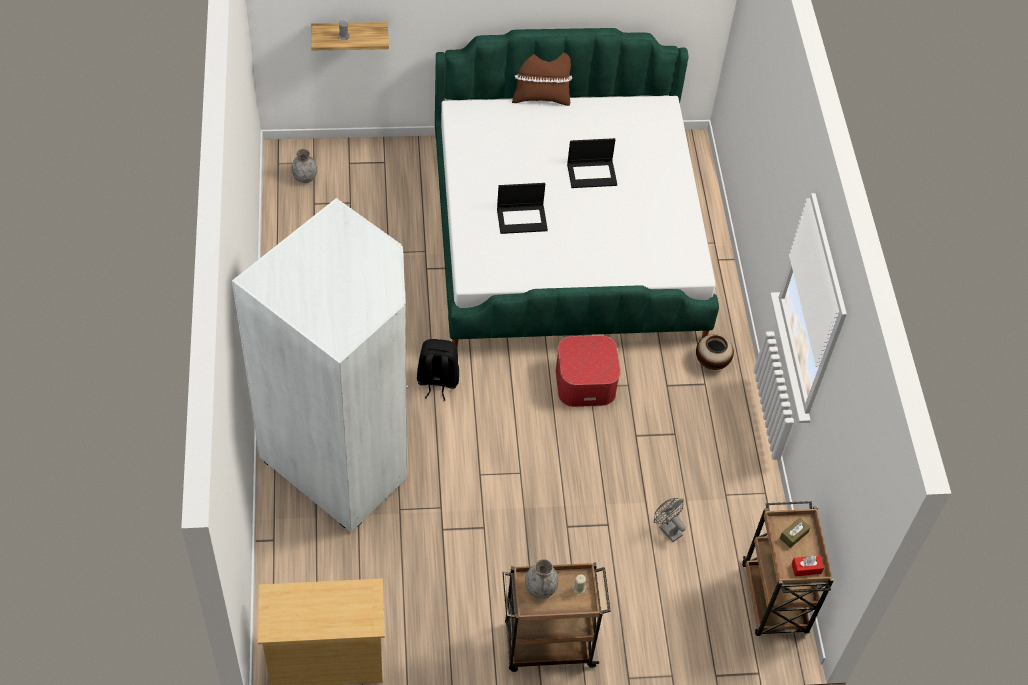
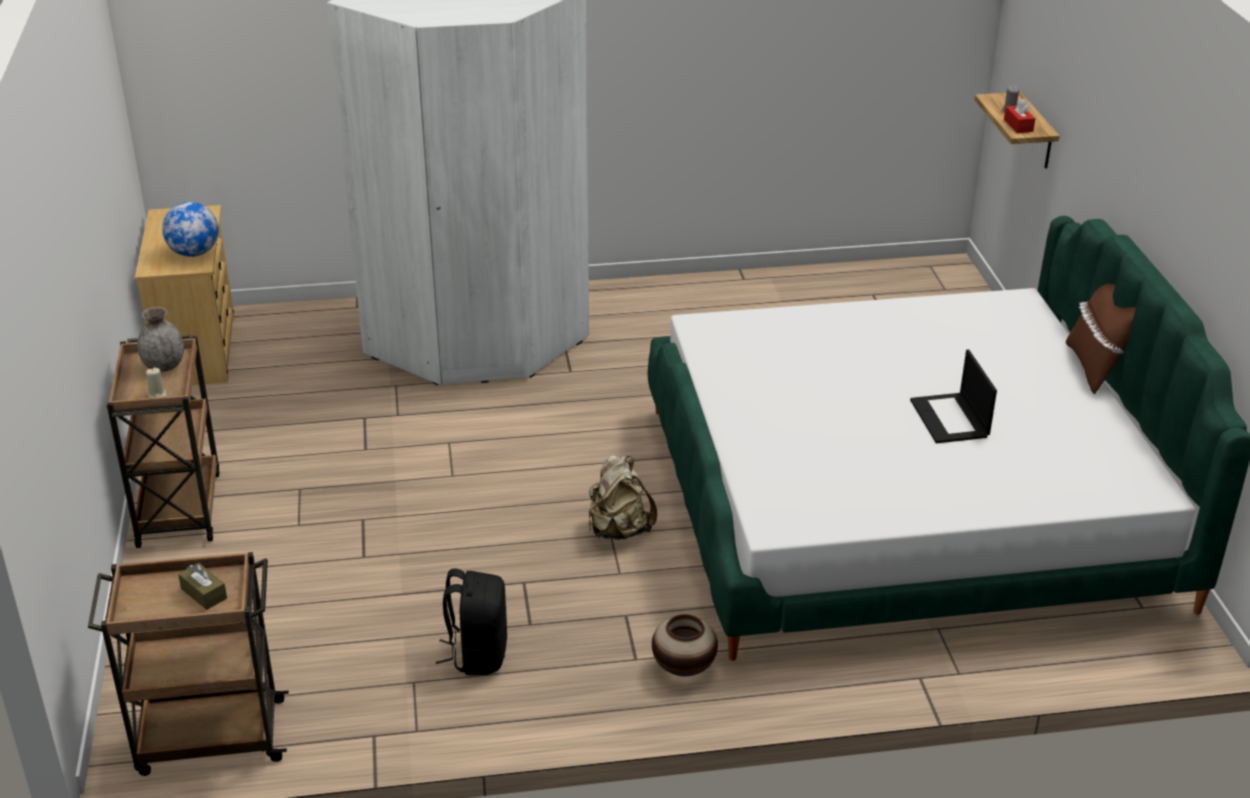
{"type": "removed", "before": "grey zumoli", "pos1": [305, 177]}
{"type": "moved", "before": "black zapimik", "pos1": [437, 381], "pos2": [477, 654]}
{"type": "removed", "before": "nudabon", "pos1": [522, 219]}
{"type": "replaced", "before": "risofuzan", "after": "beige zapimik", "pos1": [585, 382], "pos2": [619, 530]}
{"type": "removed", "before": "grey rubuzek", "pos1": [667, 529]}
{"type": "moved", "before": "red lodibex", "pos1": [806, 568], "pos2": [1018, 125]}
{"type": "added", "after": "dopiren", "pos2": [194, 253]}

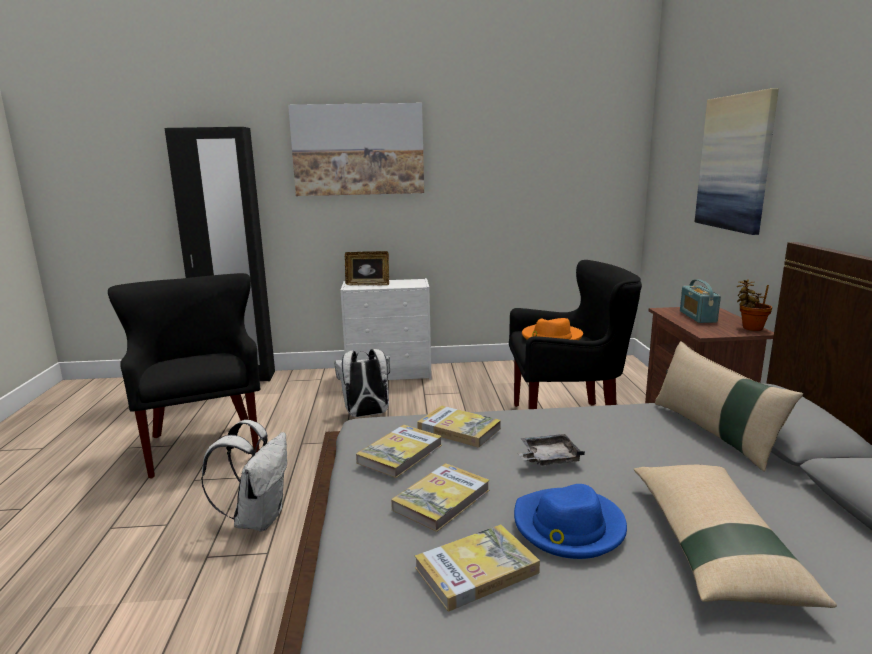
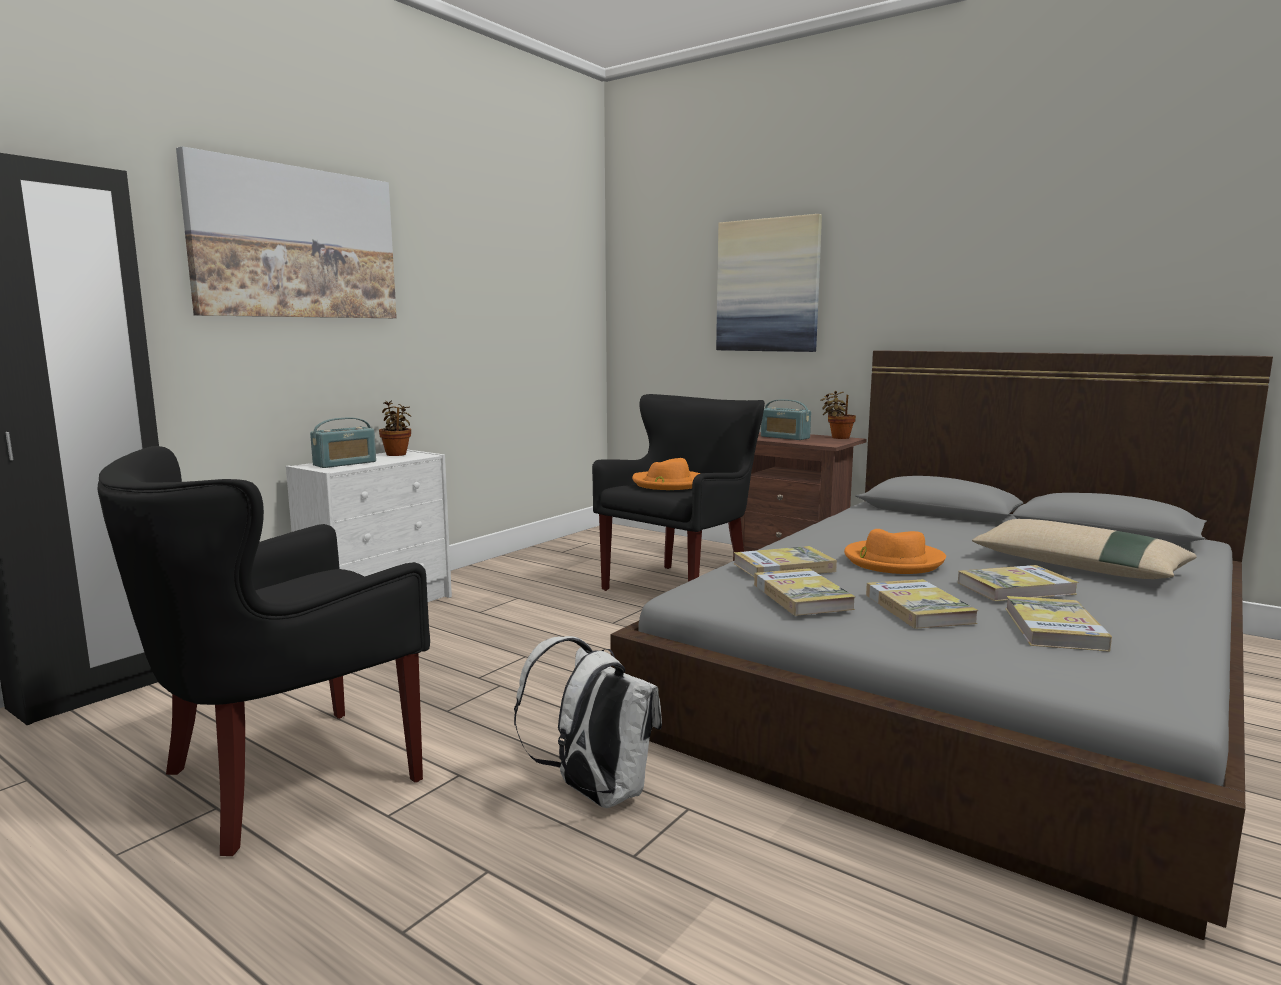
{"type": "turned", "before": "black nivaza", "pos1": [205, 444], "pos2": [284, 778], "turn": -60}
{"type": "removed", "before": "white zapimik", "pos1": [366, 415]}
{"type": "replaced", "before": "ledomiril", "after": "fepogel", "pos1": [368, 284], "pos2": [345, 463]}
{"type": "replaced", "before": "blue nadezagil", "after": "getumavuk", "pos1": [568, 527], "pos2": [1015, 588]}
{"type": "replaced", "before": "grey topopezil", "after": "orange nadezagil", "pos1": [548, 458], "pos2": [892, 561]}
{"type": "removed", "before": "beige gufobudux", "pos1": [714, 433]}
{"type": "added", "after": "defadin", "pos2": [397, 454]}

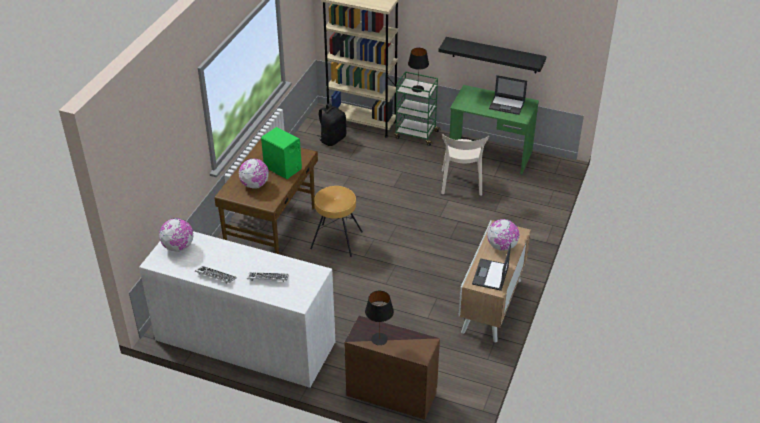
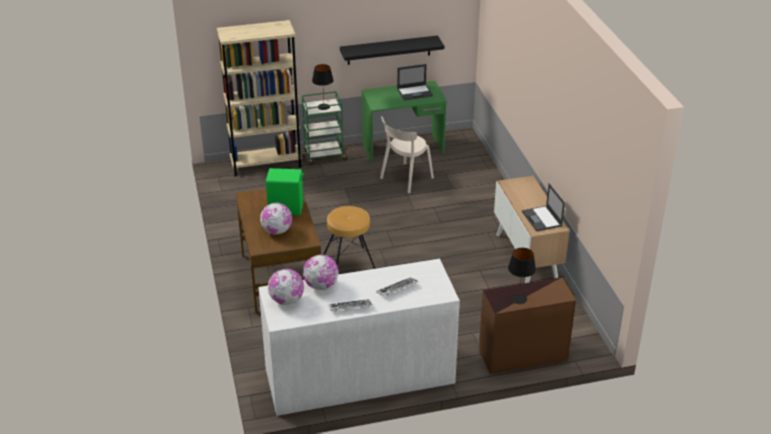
{"type": "removed", "before": "black zapimik", "pos1": [332, 139]}
{"type": "turned", "before": "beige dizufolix", "pos1": [461, 184], "pos2": [405, 179], "turn": 75}
{"type": "moved", "before": "dopiren", "pos1": [502, 246], "pos2": [321, 286]}

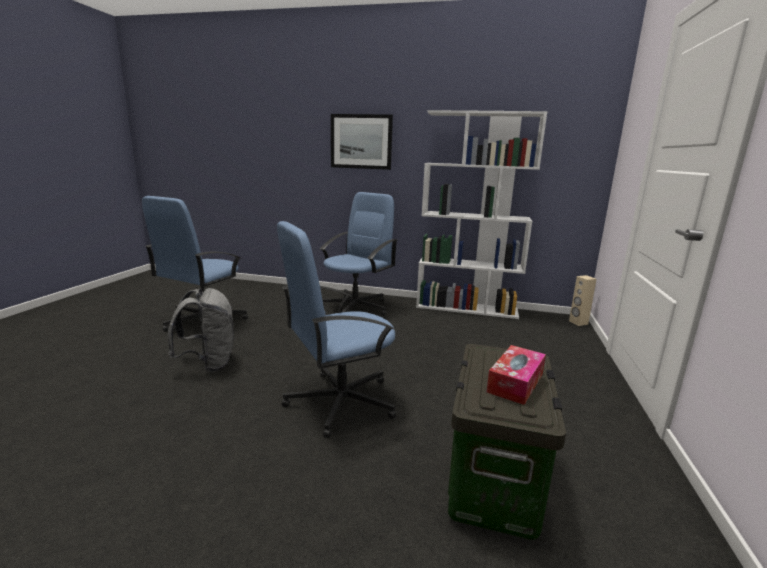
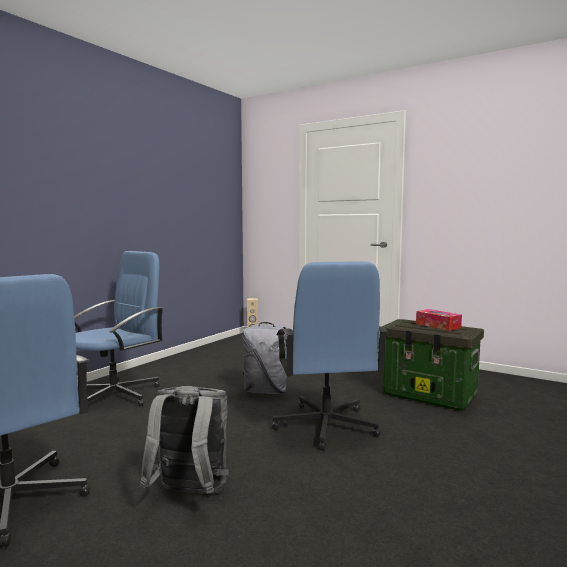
{"type": "turned", "before": "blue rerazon", "pos1": [356, 307], "pos2": [116, 395], "turn": 75}
{"type": "removed", "before": "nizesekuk", "pos1": [361, 141]}
{"type": "removed", "before": "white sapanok", "pos1": [467, 308]}
{"type": "added", "after": "grey zapimik", "pos2": [266, 391]}

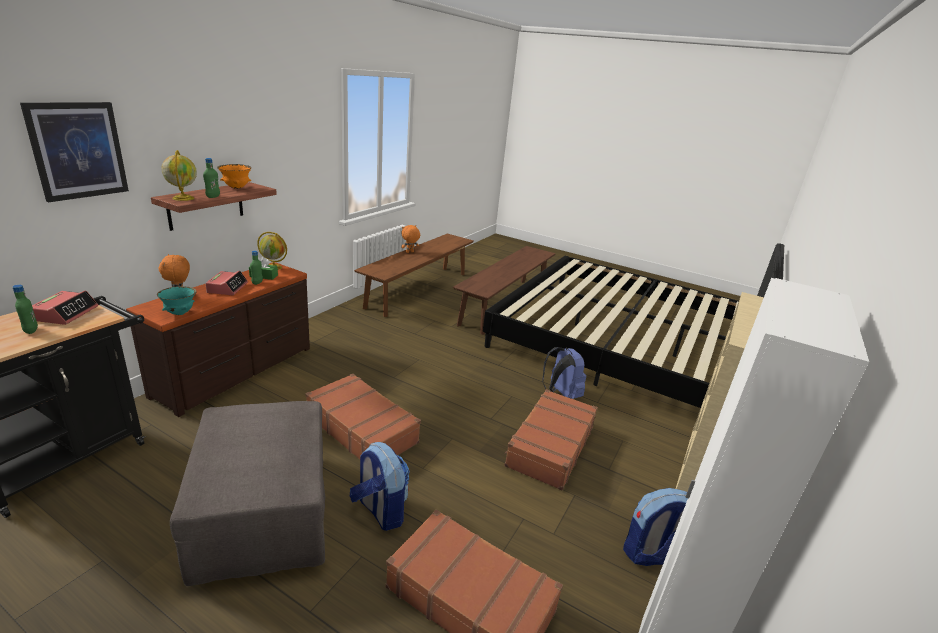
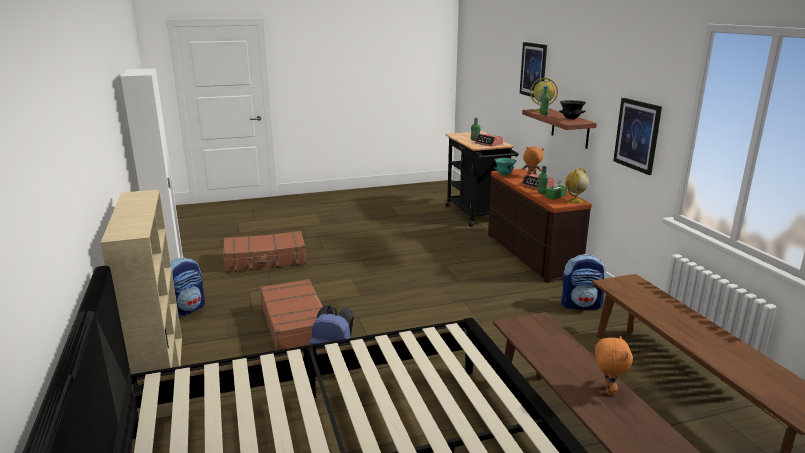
{"type": "removed", "before": "grey risofuzan", "pos1": [265, 513]}
{"type": "recoloured", "before": "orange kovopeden", "after": "black kovopeden", "pos1": [236, 188], "pos2": [571, 119]}
{"type": "removed", "before": "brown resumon", "pos1": [362, 429]}
{"type": "moved", "before": "zapimik", "pos1": [380, 511], "pos2": [581, 305]}
{"type": "moved", "before": "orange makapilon", "pos1": [409, 252], "pos2": [607, 390]}
{"type": "added", "after": "nizesekuk", "pos2": [637, 135]}

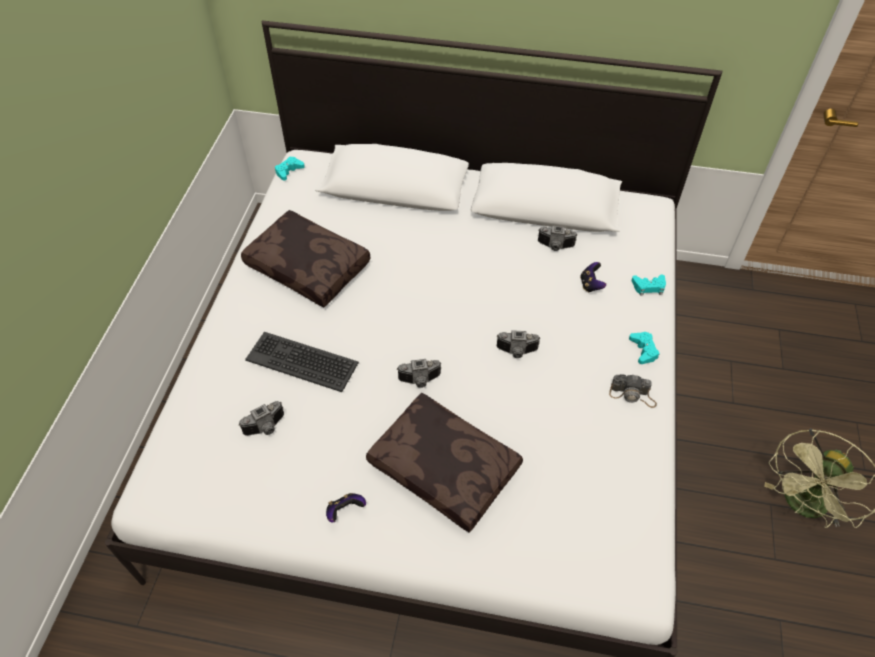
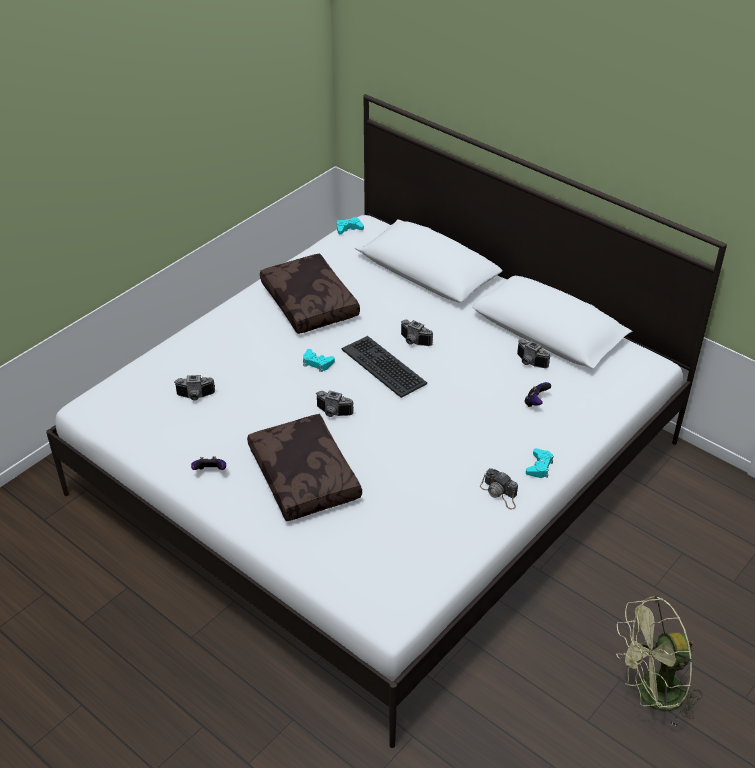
{"type": "moved", "before": "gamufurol", "pos1": [302, 361], "pos2": [384, 366]}
{"type": "moved", "before": "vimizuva", "pos1": [517, 352], "pos2": [413, 342]}
{"type": "moved", "before": "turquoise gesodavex", "pos1": [648, 287], "pos2": [317, 363]}

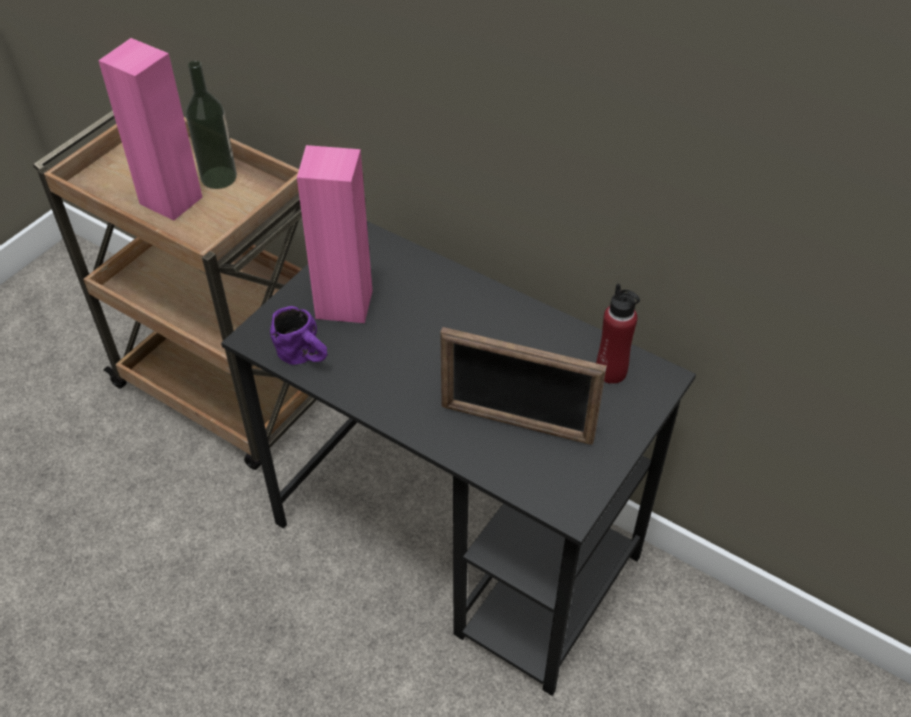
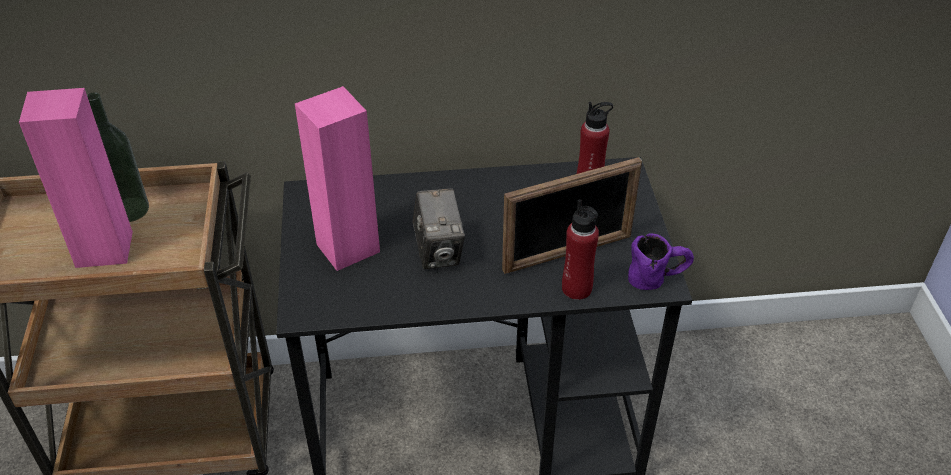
{"type": "moved", "before": "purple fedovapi", "pos1": [305, 357], "pos2": [658, 278]}
{"type": "added", "after": "vimizuva", "pos2": [439, 251]}
{"type": "added", "after": "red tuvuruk", "pos2": [577, 288]}

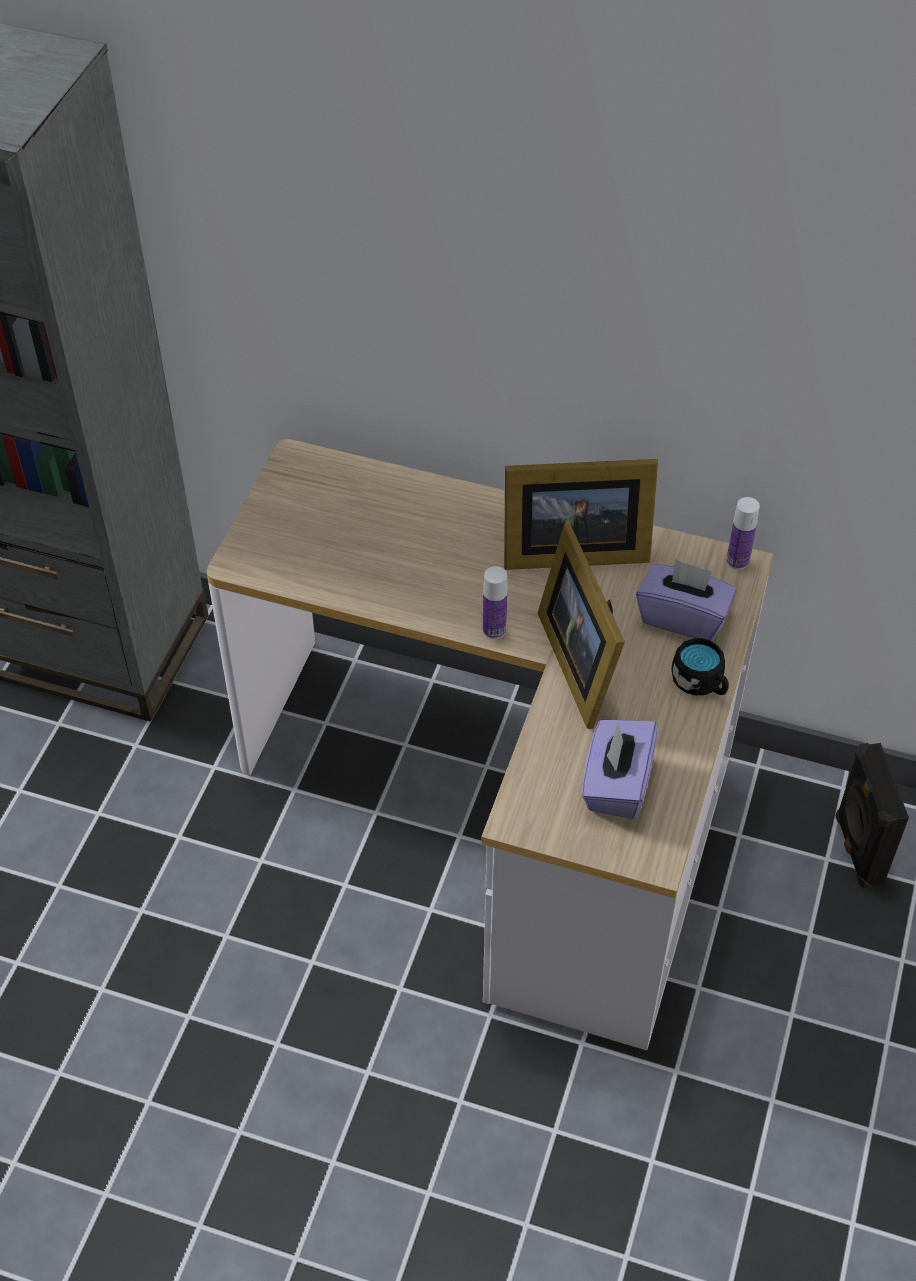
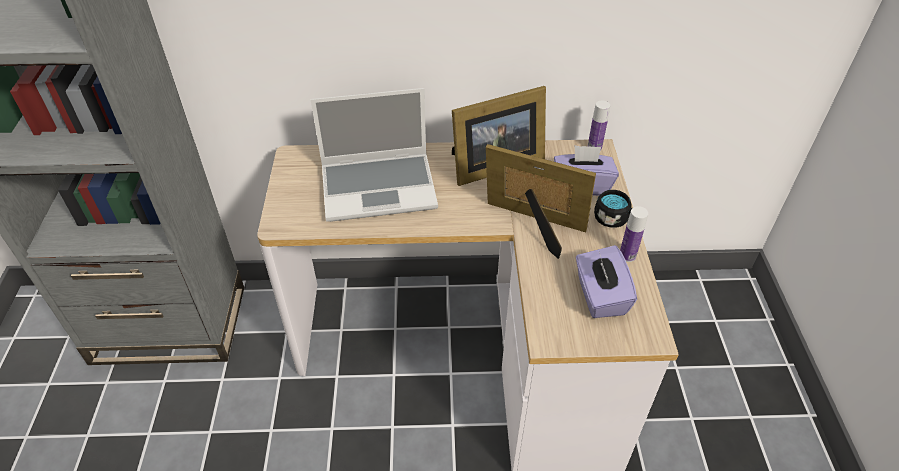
{"type": "moved", "before": "tuvuruk", "pos1": [494, 630], "pos2": [627, 255]}
{"type": "turned", "before": "ledomiril", "pos1": [582, 660], "pos2": [535, 226], "turn": 150}
{"type": "removed", "before": "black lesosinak", "pos1": [856, 850]}
{"type": "added", "after": "nudabon", "pos2": [380, 187]}

